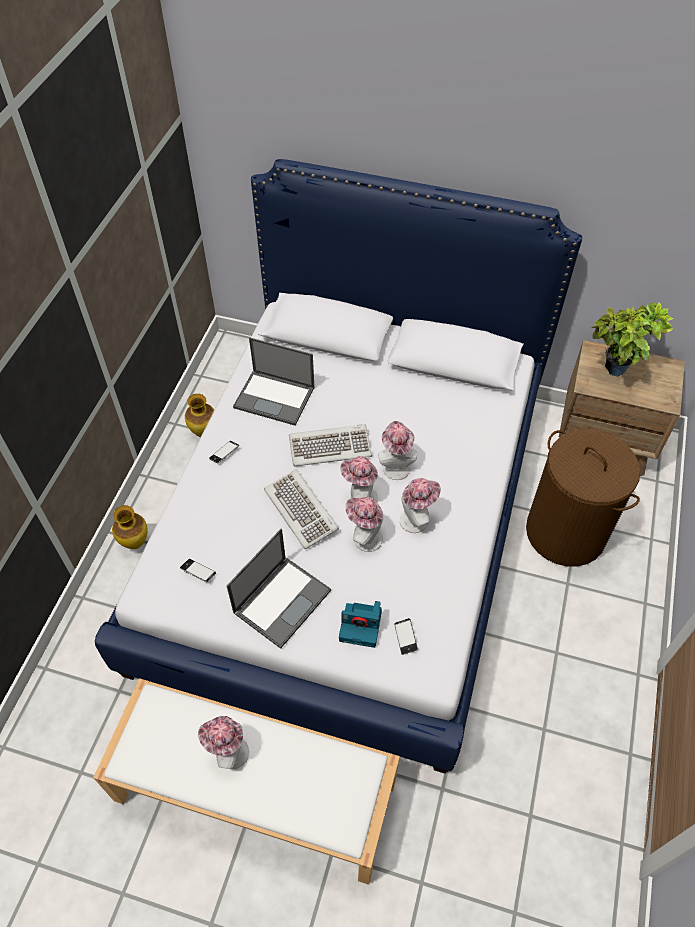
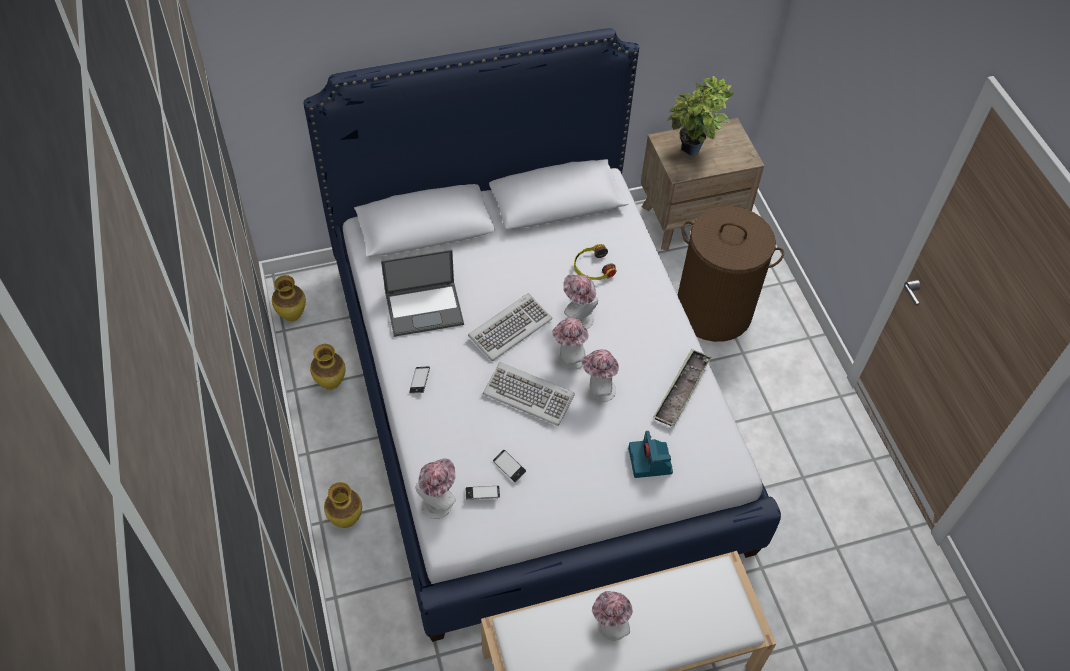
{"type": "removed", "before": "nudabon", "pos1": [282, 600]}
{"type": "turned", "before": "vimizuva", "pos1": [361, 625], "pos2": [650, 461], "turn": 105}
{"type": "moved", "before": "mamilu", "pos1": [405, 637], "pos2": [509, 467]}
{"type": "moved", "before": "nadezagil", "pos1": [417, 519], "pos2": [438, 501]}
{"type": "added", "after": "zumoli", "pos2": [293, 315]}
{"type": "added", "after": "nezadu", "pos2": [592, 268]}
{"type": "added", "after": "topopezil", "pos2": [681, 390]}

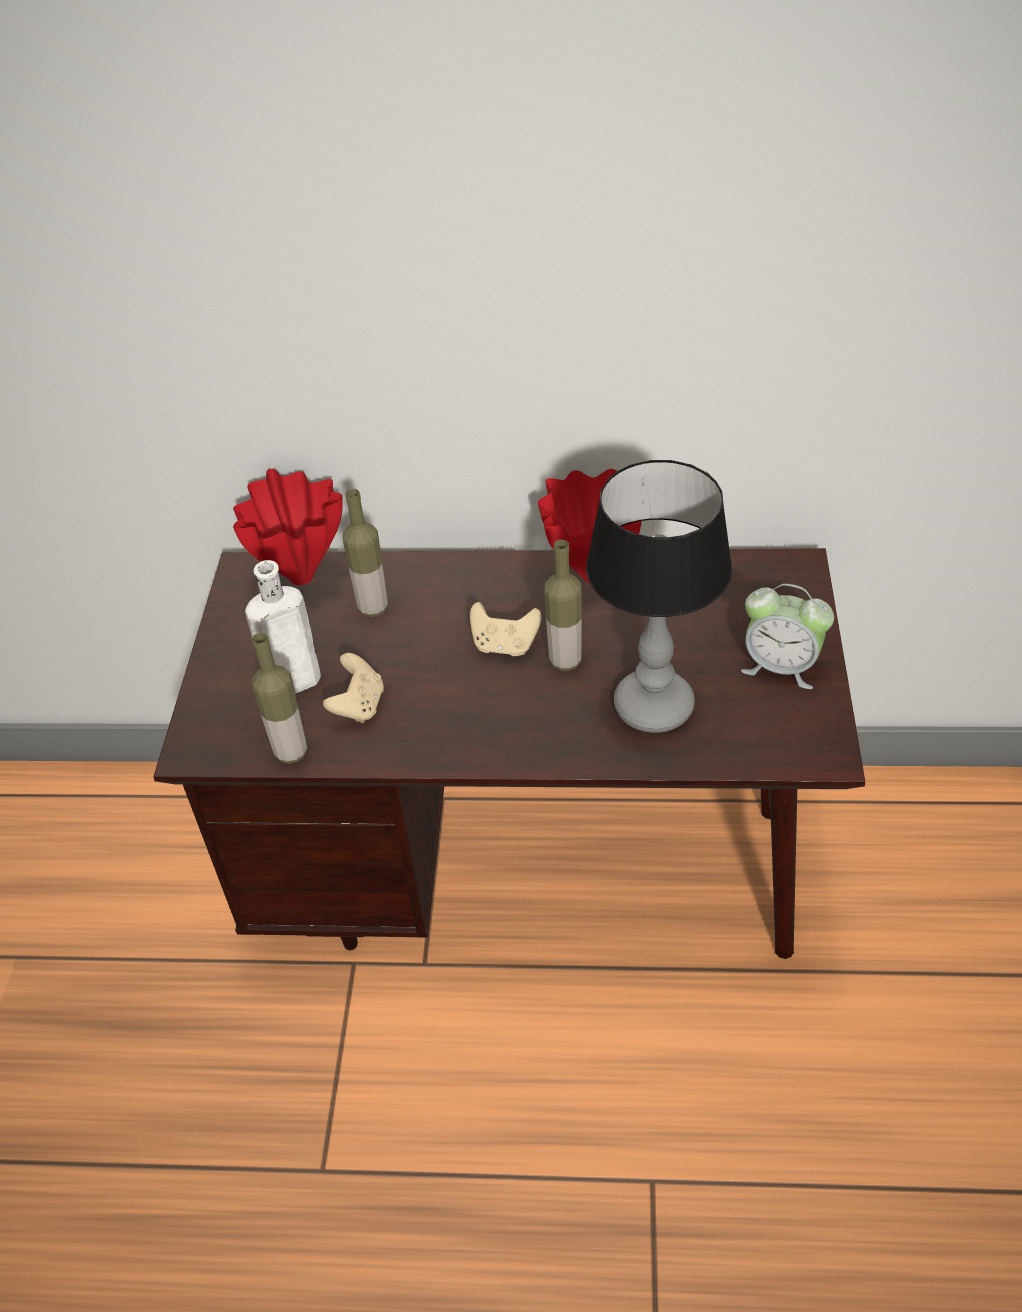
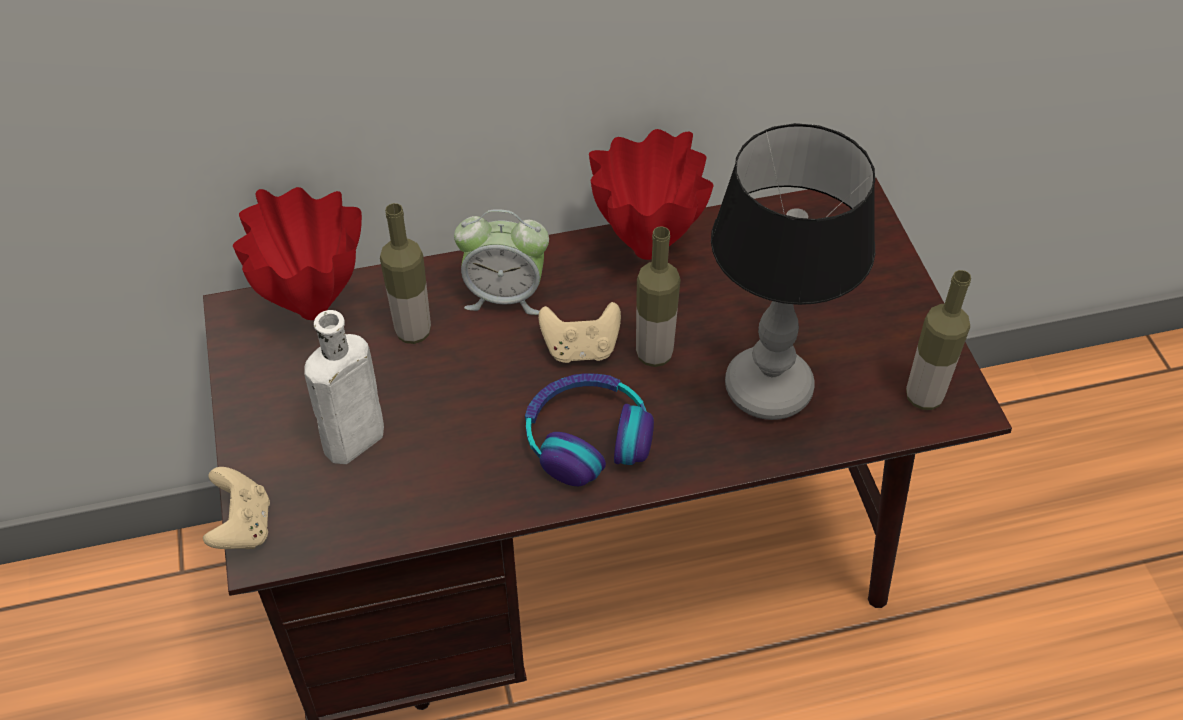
{"type": "moved", "before": "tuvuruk", "pos1": [291, 752], "pos2": [923, 397]}
{"type": "moved", "before": "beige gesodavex", "pos1": [358, 705], "pos2": [243, 527]}
{"type": "moved", "before": "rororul", "pos1": [781, 666], "pos2": [505, 295]}
{"type": "added", "after": "nezadu", "pos2": [587, 438]}

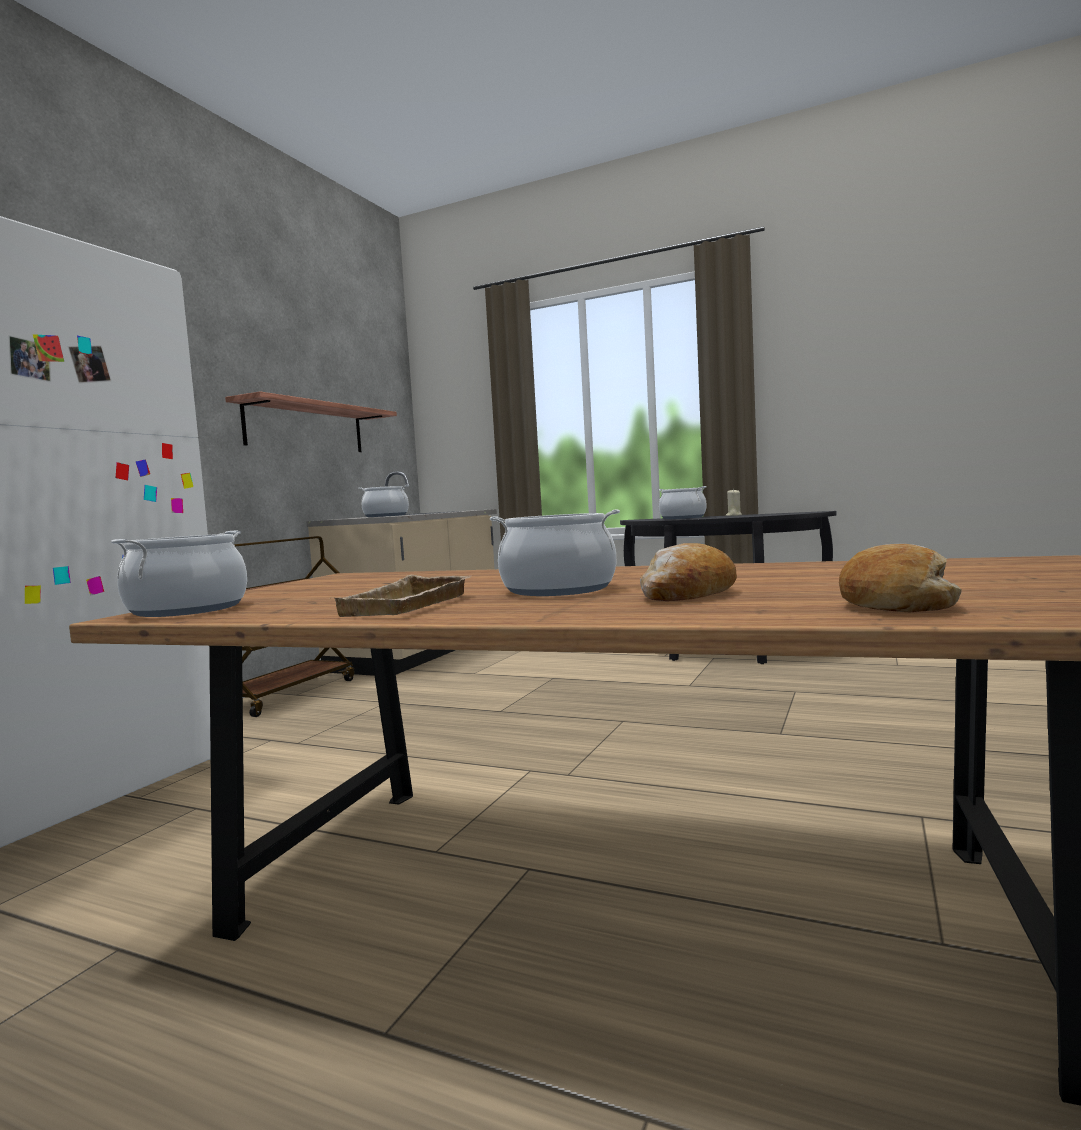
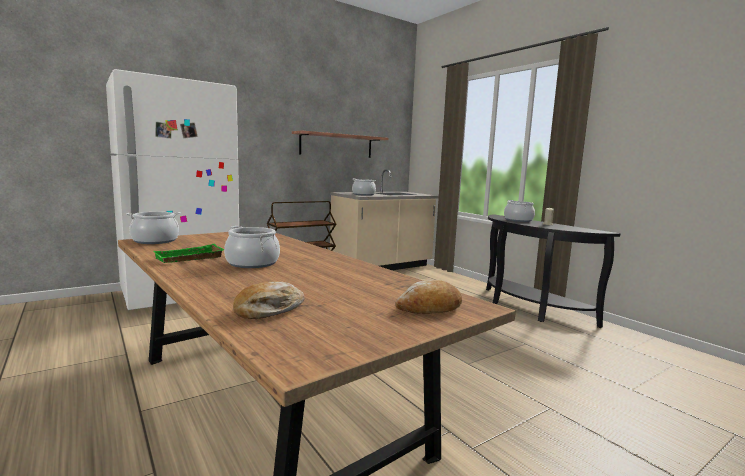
{"type": "recoloured", "before": "beige topopezil", "after": "green topopezil", "pos1": [410, 606], "pos2": [189, 258]}
{"type": "moved", "before": "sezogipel", "pos1": [687, 594], "pos2": [429, 308]}

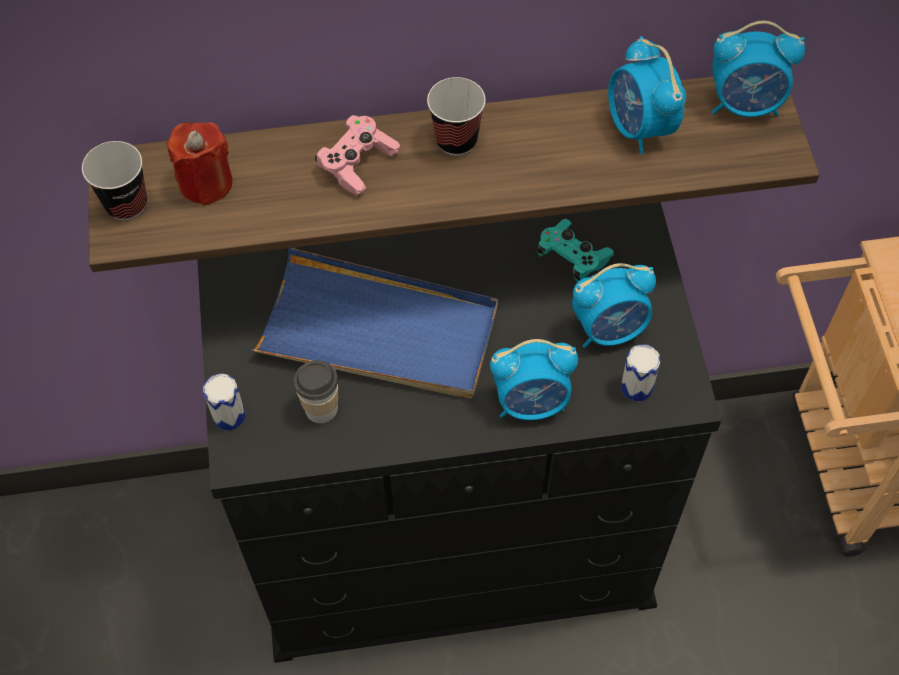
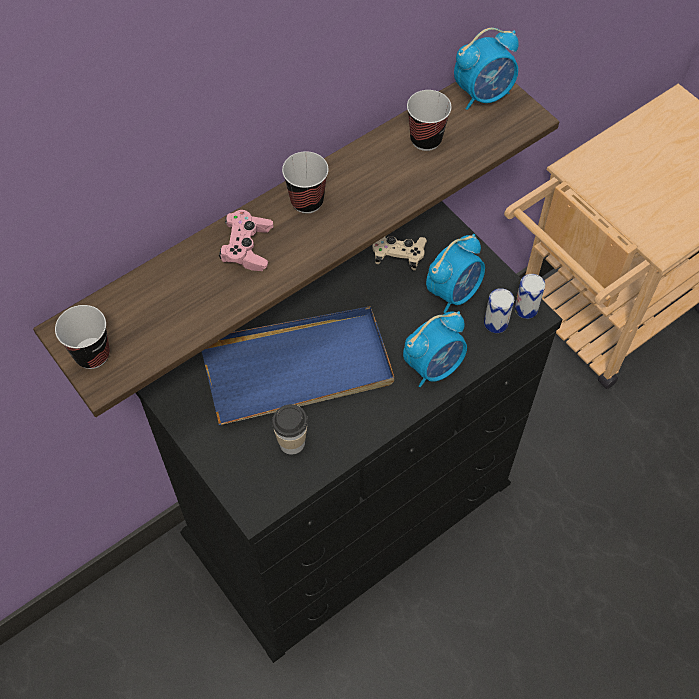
{"type": "removed", "before": "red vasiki", "pos1": [206, 183]}
{"type": "moved", "before": "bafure", "pos1": [229, 416], "pos2": [526, 308]}
{"type": "recoloured", "before": "turquoise gesodavex", "after": "beige gesodavex", "pos1": [572, 257], "pos2": [398, 255]}
{"type": "replaced", "before": "rororul", "after": "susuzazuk", "pos1": [639, 128], "pos2": [426, 139]}

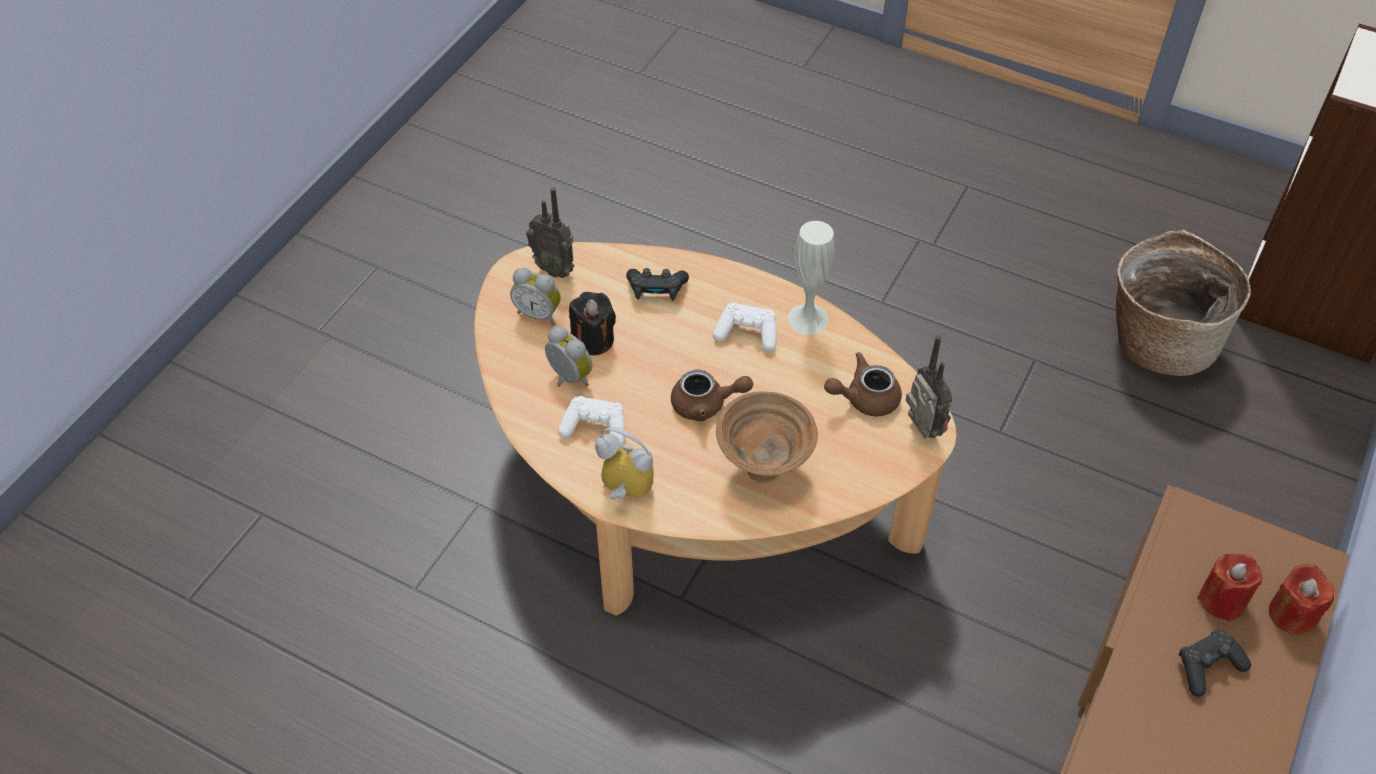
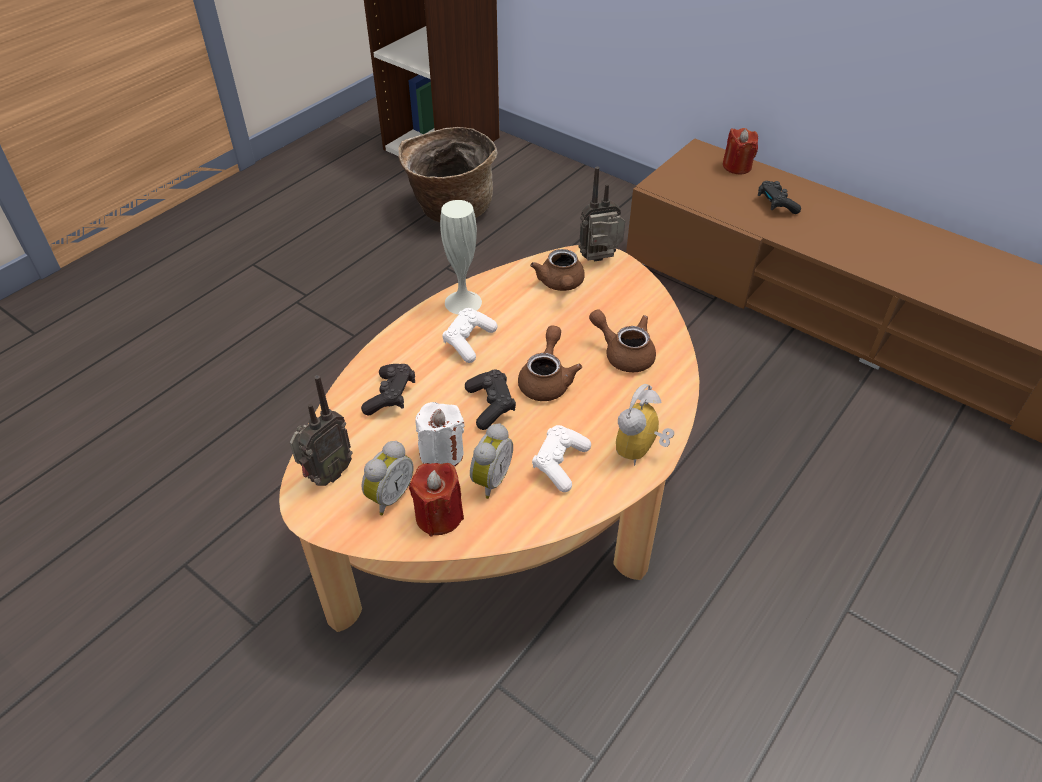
{"type": "turned", "before": "rororul", "pos1": [568, 379], "pos2": [489, 479], "turn": 150}
{"type": "recoloured", "before": "black vasiki", "after": "white vasiki", "pos1": [593, 340], "pos2": [441, 453]}
{"type": "replaced", "before": "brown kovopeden", "after": "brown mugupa", "pos1": [763, 467], "pos2": [624, 353]}
{"type": "moved", "before": "red vasiki", "pos1": [1222, 600], "pos2": [439, 516]}
{"type": "added", "after": "black gesodavex", "pos2": [491, 406]}

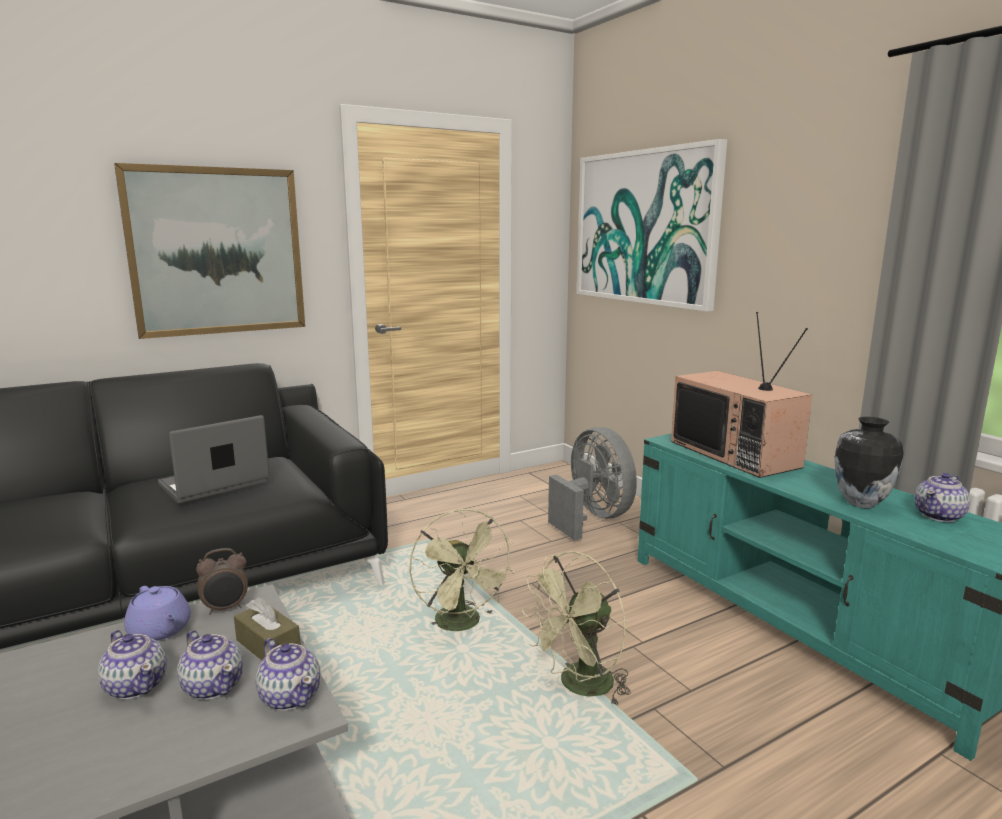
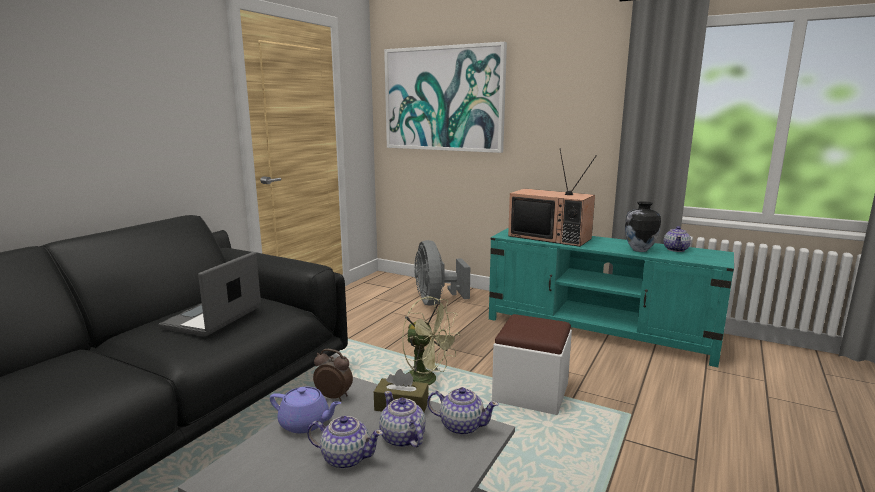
{"type": "removed", "before": "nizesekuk", "pos1": [217, 251]}
{"type": "turned", "before": "mugupa", "pos1": [213, 686], "pos2": [402, 438], "turn": -135}
{"type": "turned", "before": "rororul", "pos1": [226, 608], "pos2": [334, 396], "turn": -105}
{"type": "replaced", "before": "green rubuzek", "after": "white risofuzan", "pos1": [579, 687], "pos2": [530, 392]}
{"type": "turned", "before": "grey rubuzek", "pos1": [592, 518], "pos2": [436, 301], "turn": -135}

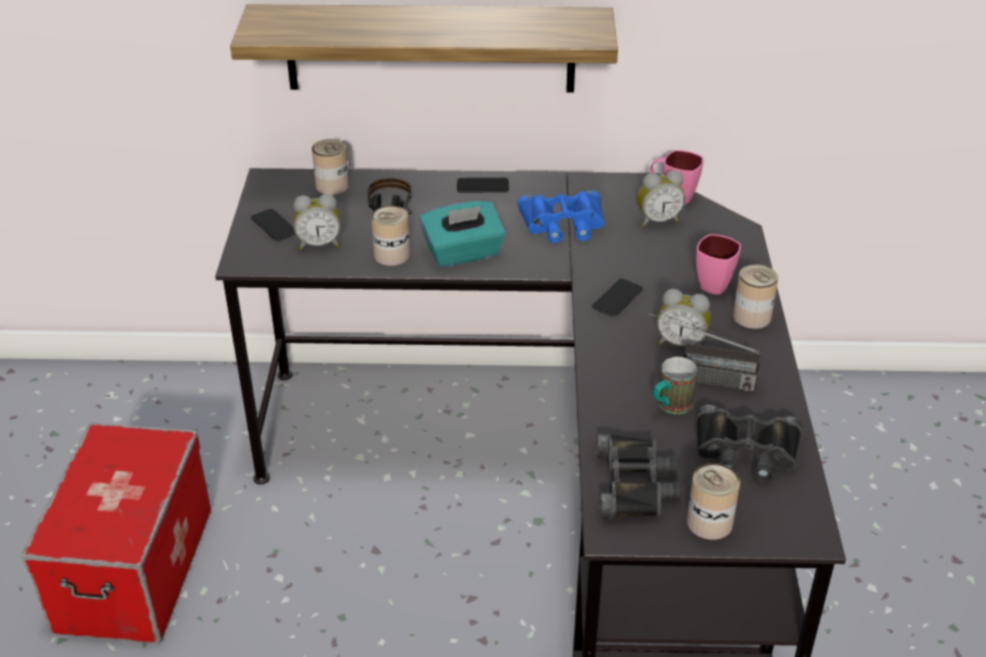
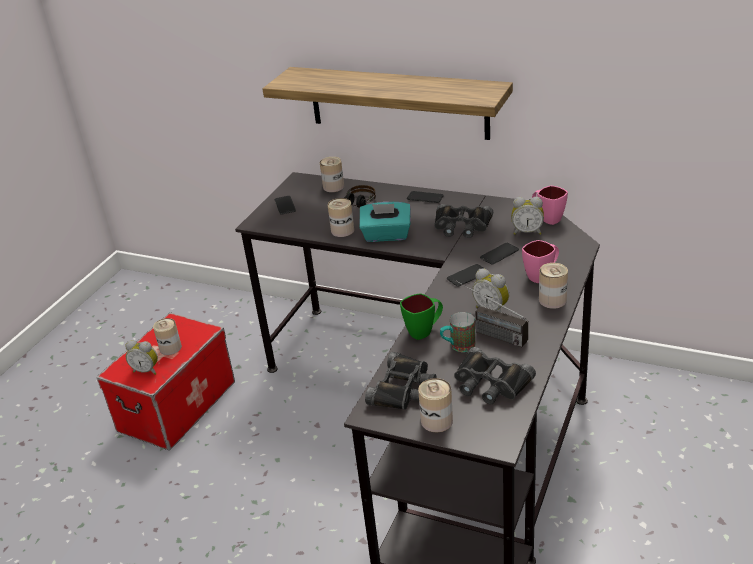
{"type": "moved", "before": "rororul", "pos1": [319, 244], "pos2": [147, 370]}
{"type": "recoloured", "before": "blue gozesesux", "after": "black gozesesux", "pos1": [563, 224], "pos2": [462, 226]}
{"type": "added", "after": "bafure", "pos2": [170, 348]}
{"type": "added", "after": "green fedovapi", "pos2": [424, 331]}
{"type": "added", "after": "mamilu", "pos2": [499, 254]}

